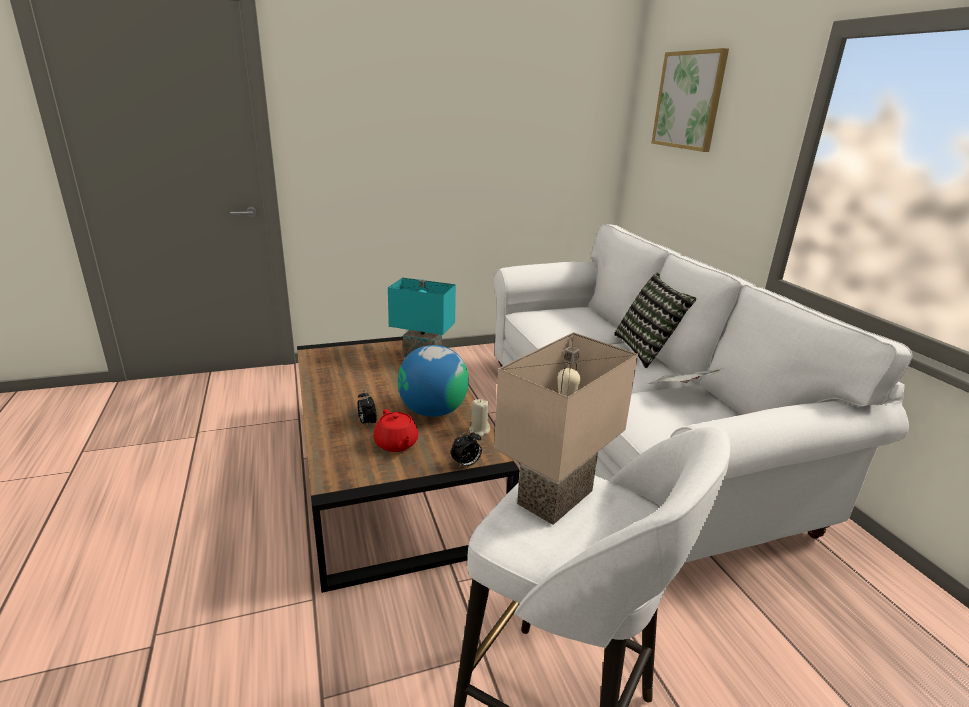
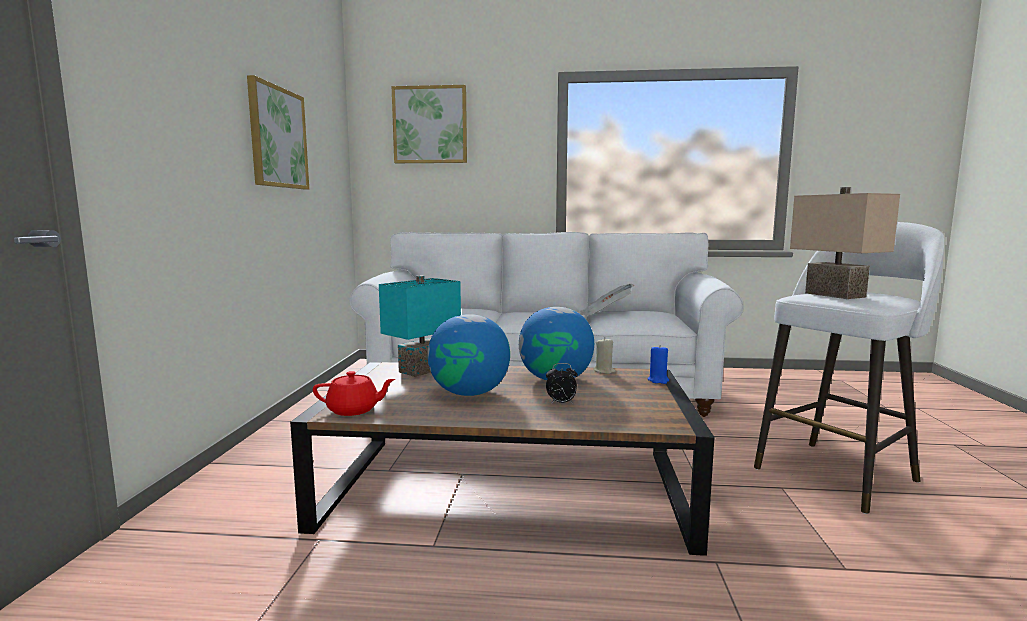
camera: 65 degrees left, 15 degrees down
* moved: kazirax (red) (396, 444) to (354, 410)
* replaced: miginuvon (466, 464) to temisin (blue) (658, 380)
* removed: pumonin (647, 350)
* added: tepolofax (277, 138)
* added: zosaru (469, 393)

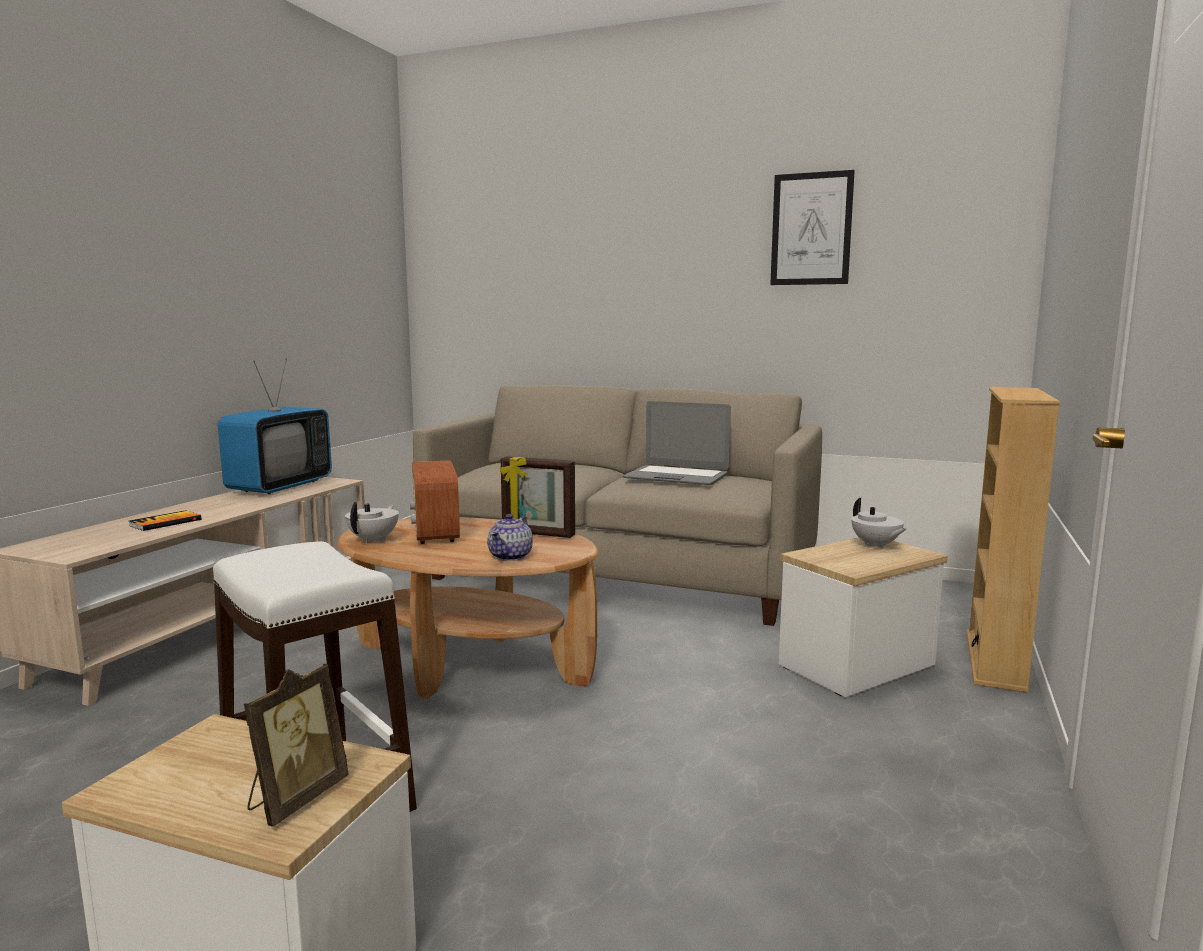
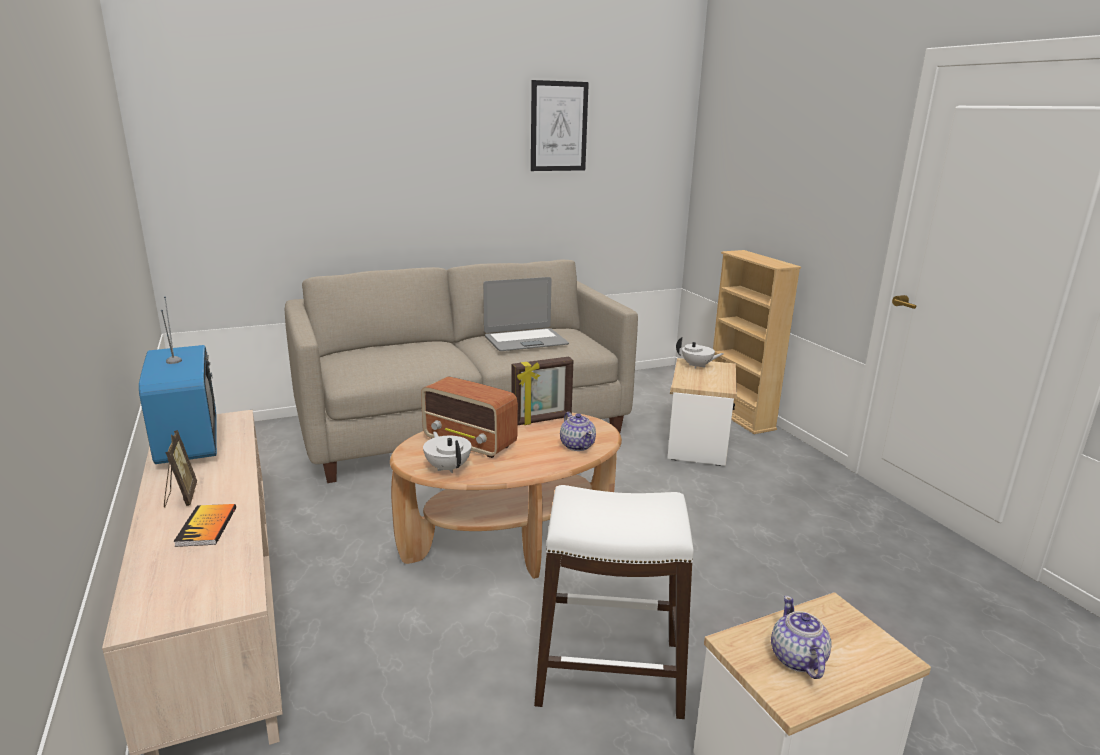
camera: 45 degrees left, 10 degrees up
* moved: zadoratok (295, 798) to (181, 497)
* added: kazirax (797, 659)

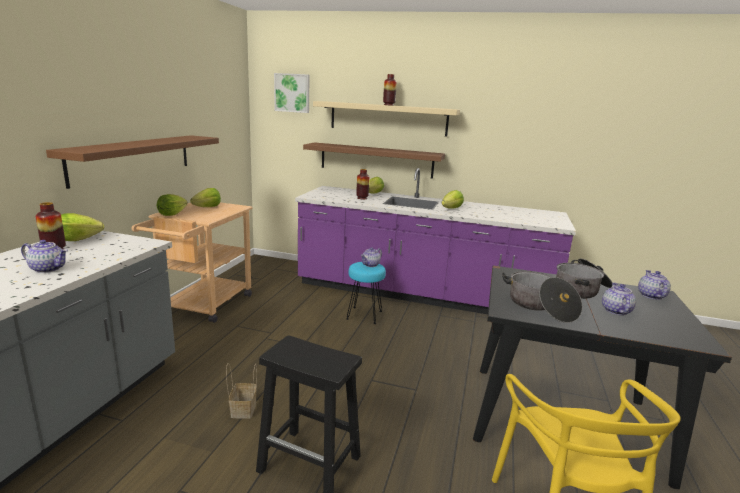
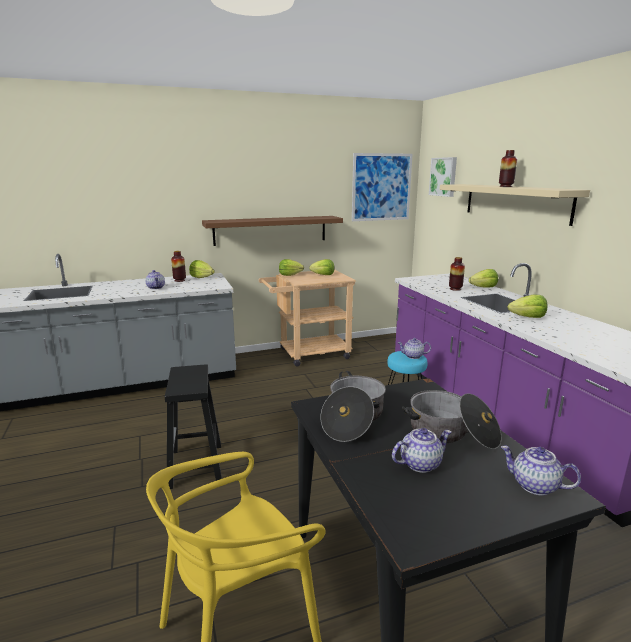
camera: 55 degrees right, 0 degrees up
* removed: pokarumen (243, 408)
* removed: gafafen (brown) (376, 160)
* turned: kazirax (650, 295) = (534, 485) 120 degrees counterclockwise
* added: tepolofax (381, 187)

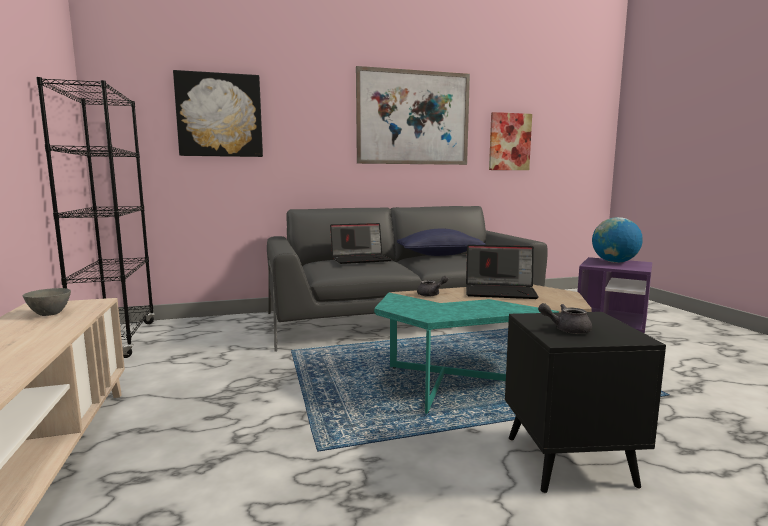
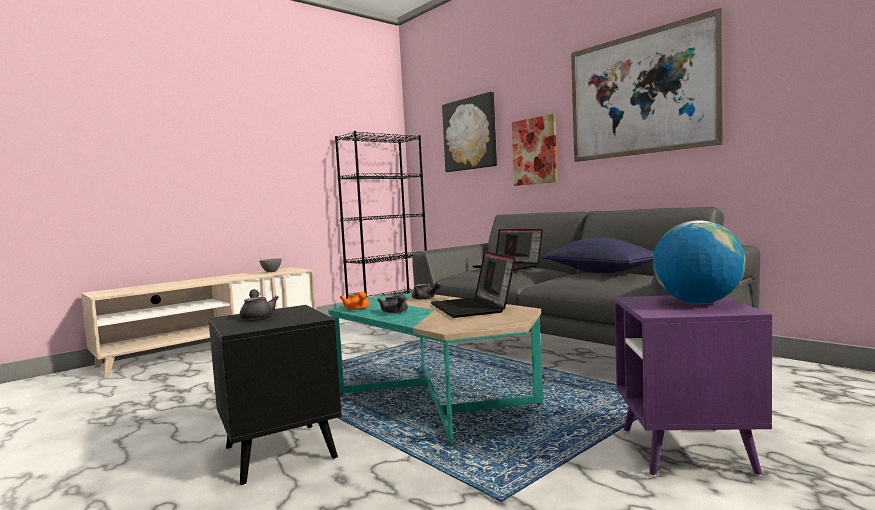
camera: 65 degrees right, 5 degrees down
* moved: tepolofax (509, 142) to (535, 151)
* added: kazirax (orange) (357, 309)
* added: kazirax (grey) (395, 312)

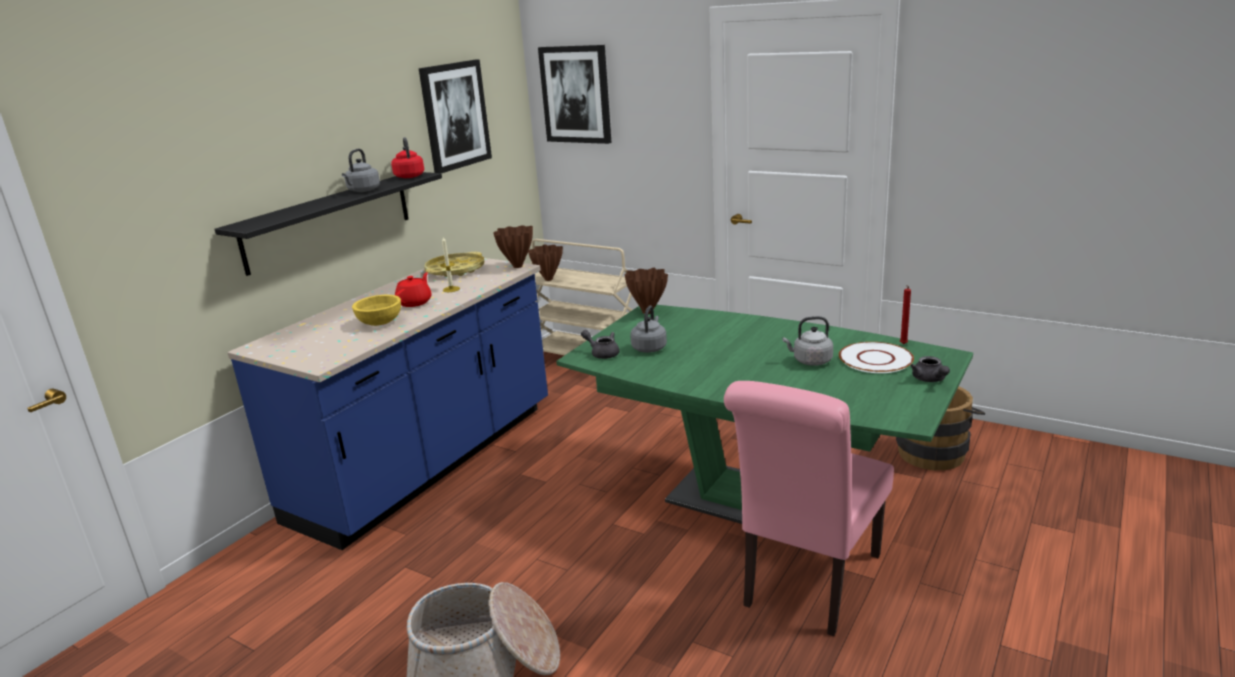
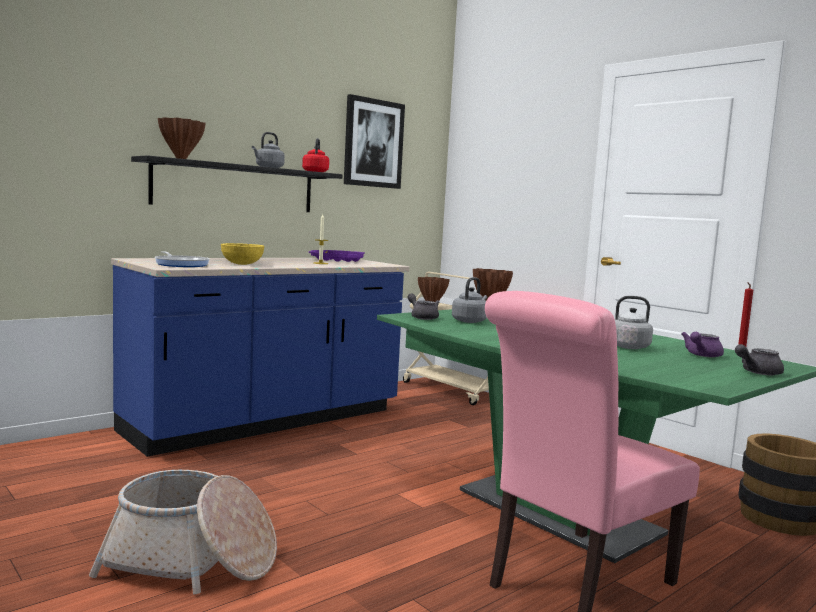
camera: 15 degrees right, 15 degrees down
* removed: kazirax (red) (415, 302)
* recoloured: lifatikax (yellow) (455, 270) to lifatikax (purple) (336, 260)
* moved: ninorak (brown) (517, 266) to (180, 159)
* removed: tepolofax (576, 94)
* replaced: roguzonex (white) (876, 359) to kazirax (purple) (701, 355)
* turned: kazirax (grey) (930, 380) = (756, 372) 60 degrees clockwise
* added: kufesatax (181, 264)

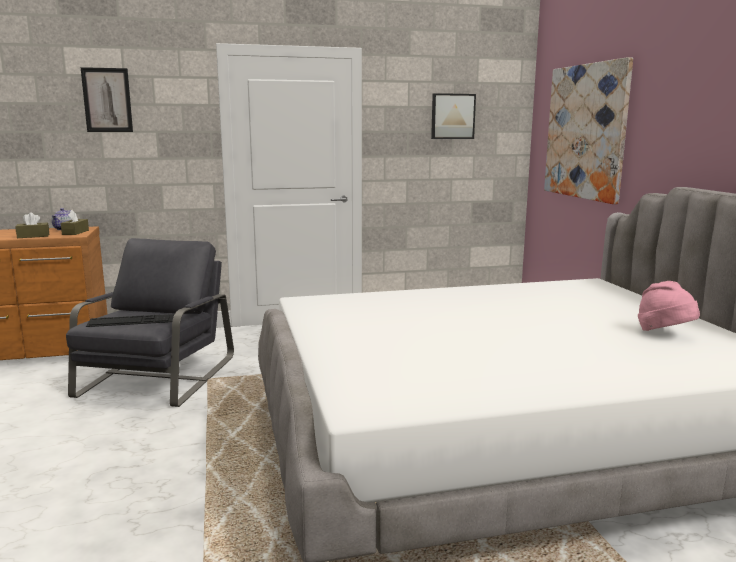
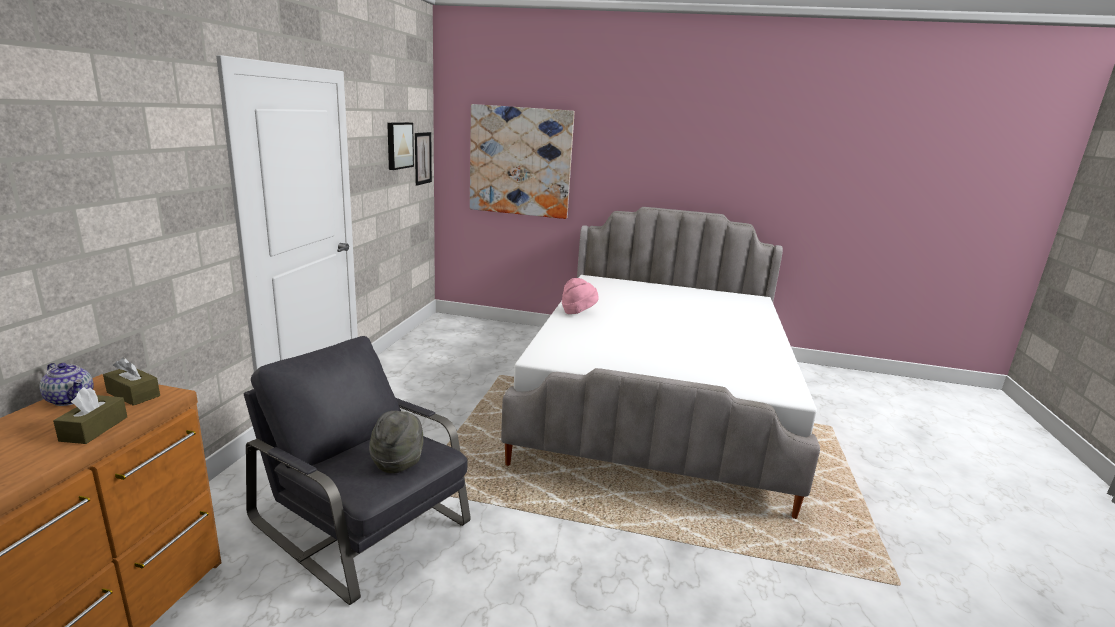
camera: 65 degrees left, 5 degrees up
* moved: tepolofax (107, 100) to (422, 158)
* replaced: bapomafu (131, 321) to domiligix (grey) (397, 461)
* moved: domiligix (pink) (665, 334) to (578, 312)

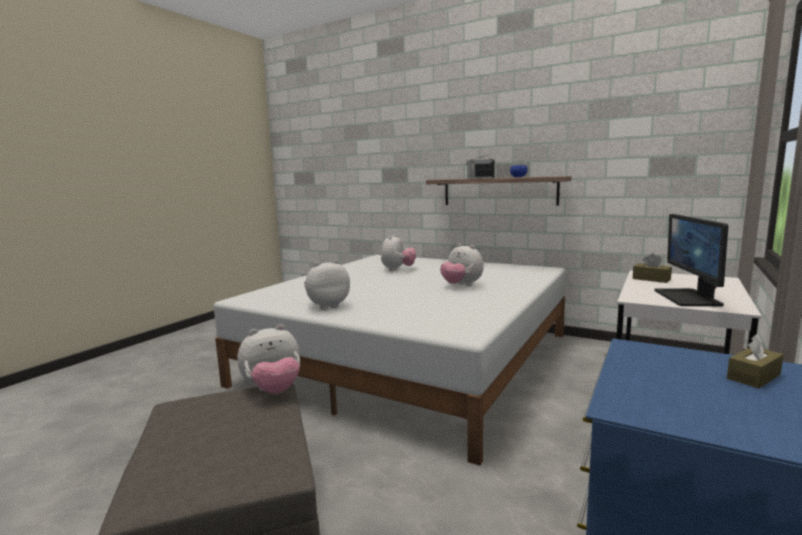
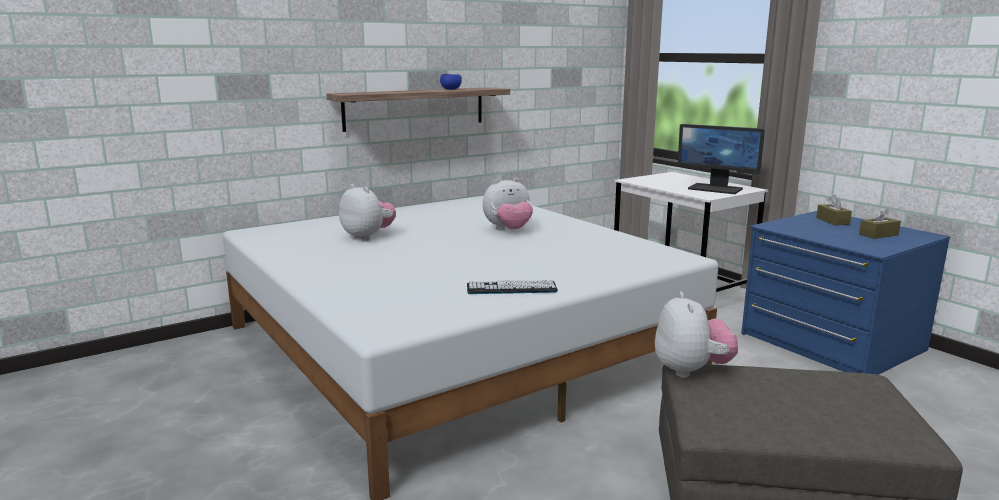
camera: 65 degrees left, 5 degrees up
* replaced: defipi (327, 306) to bapomafu (511, 288)
* removed: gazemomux (480, 178)
* moved: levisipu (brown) (651, 279) to (878, 235)

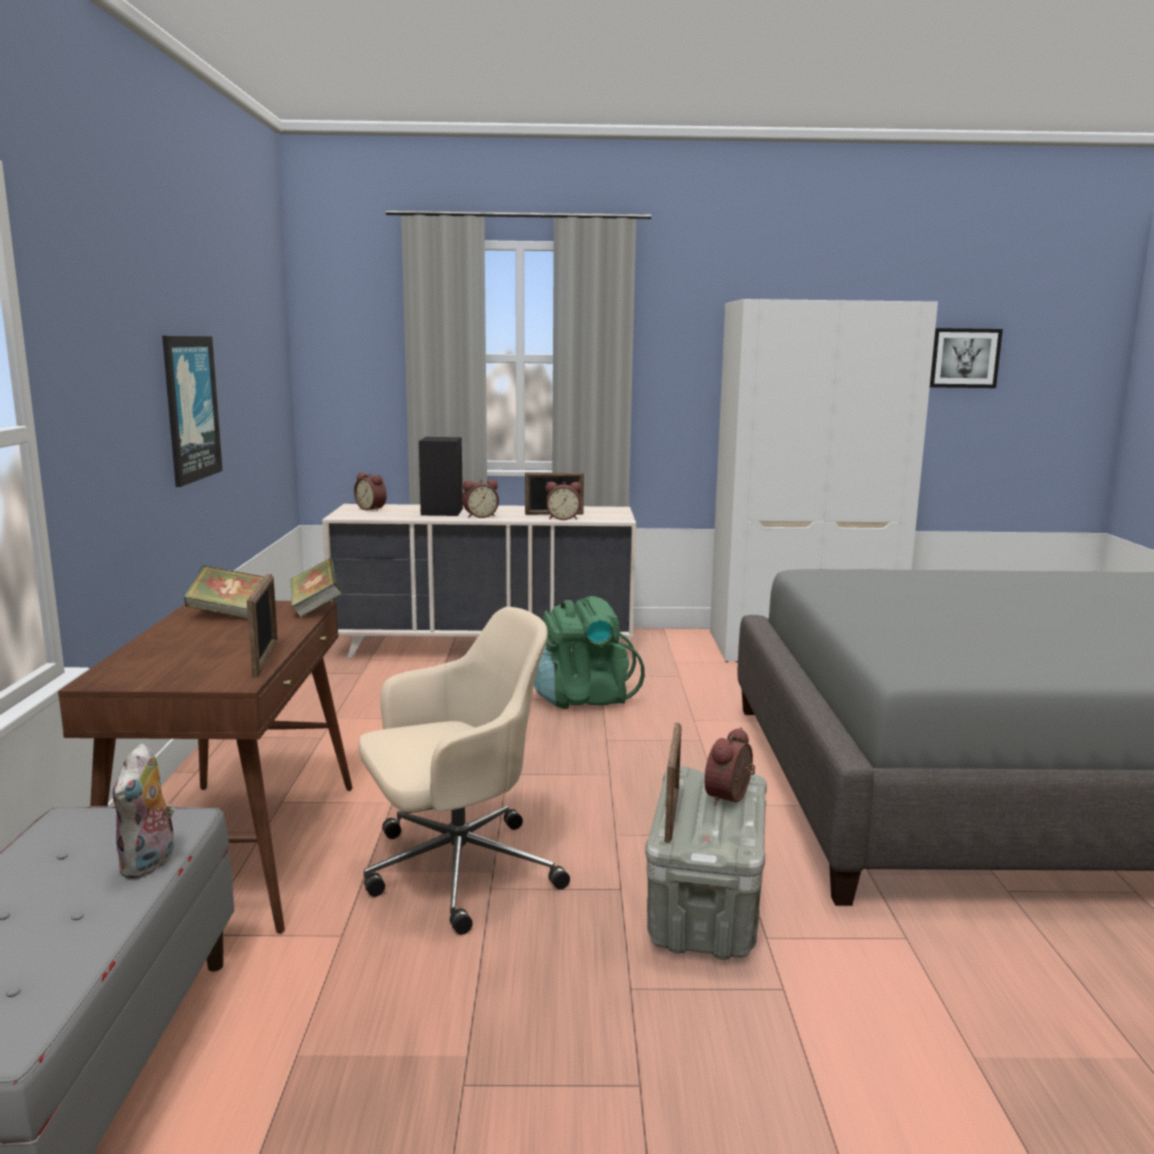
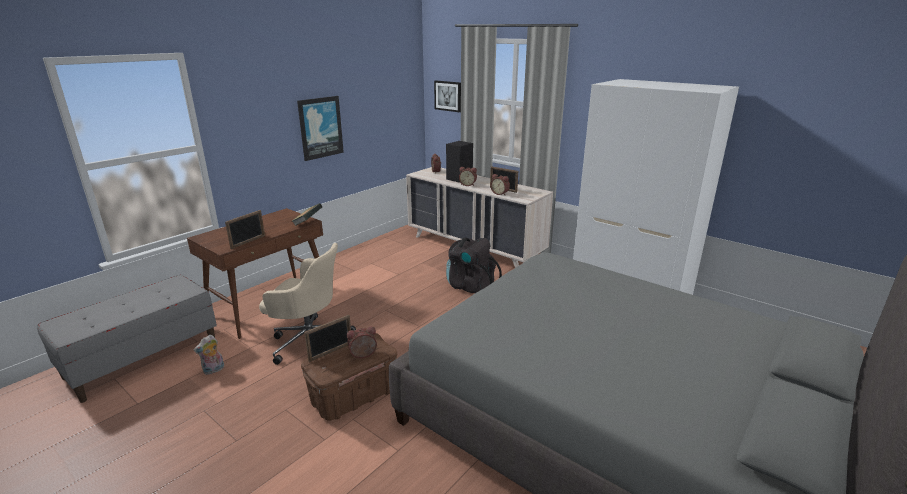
camera: 40 degrees right, 10 degrees up
* moved: defipi (150, 864) to (213, 370)
* removed: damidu (230, 614)
* recoloured: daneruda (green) (582, 698) to daneruda (black) (470, 286)
* recoloured: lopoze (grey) (704, 908) to lopoze (brown) (354, 396)
* moved: tepolofax (964, 358) to (448, 96)

